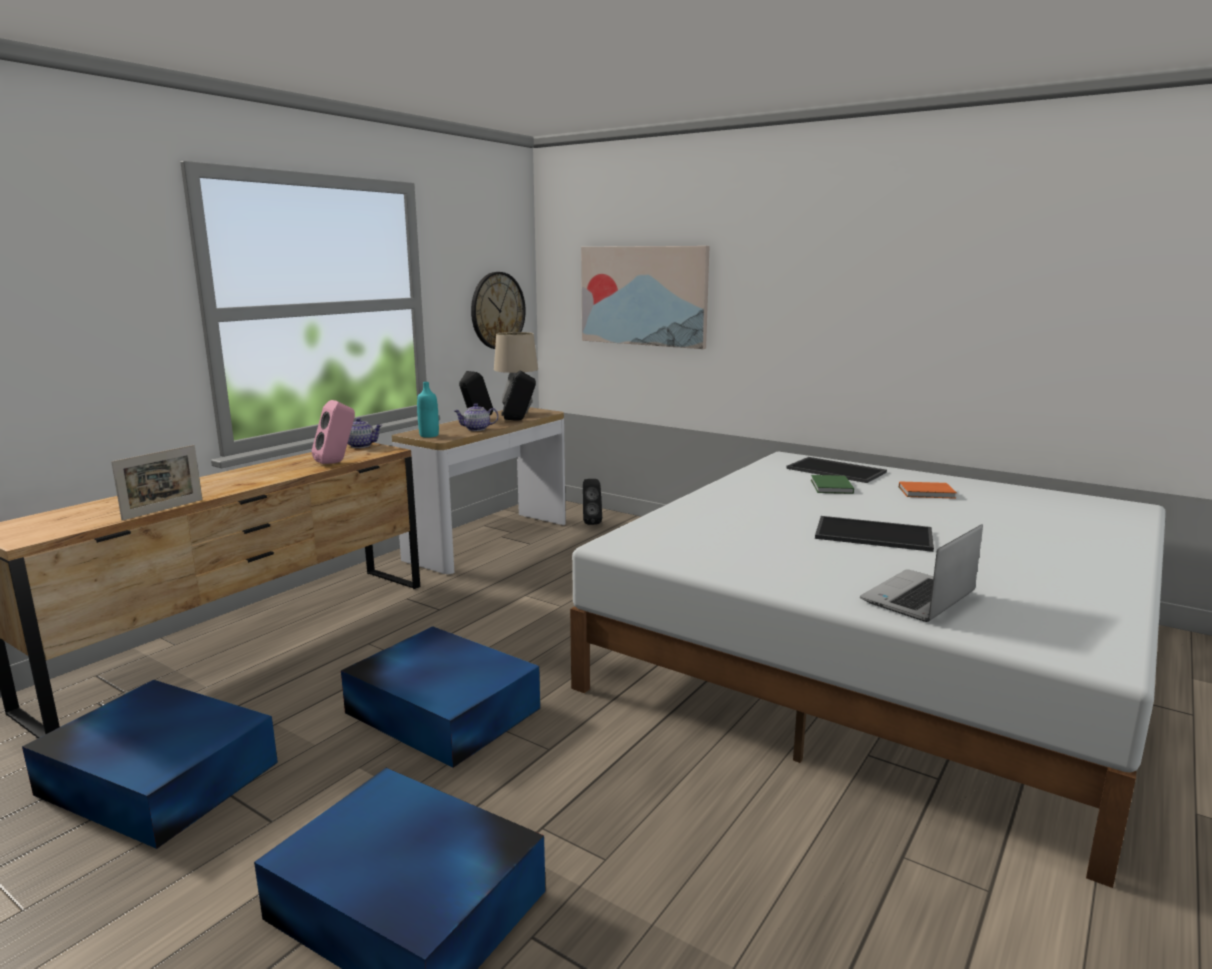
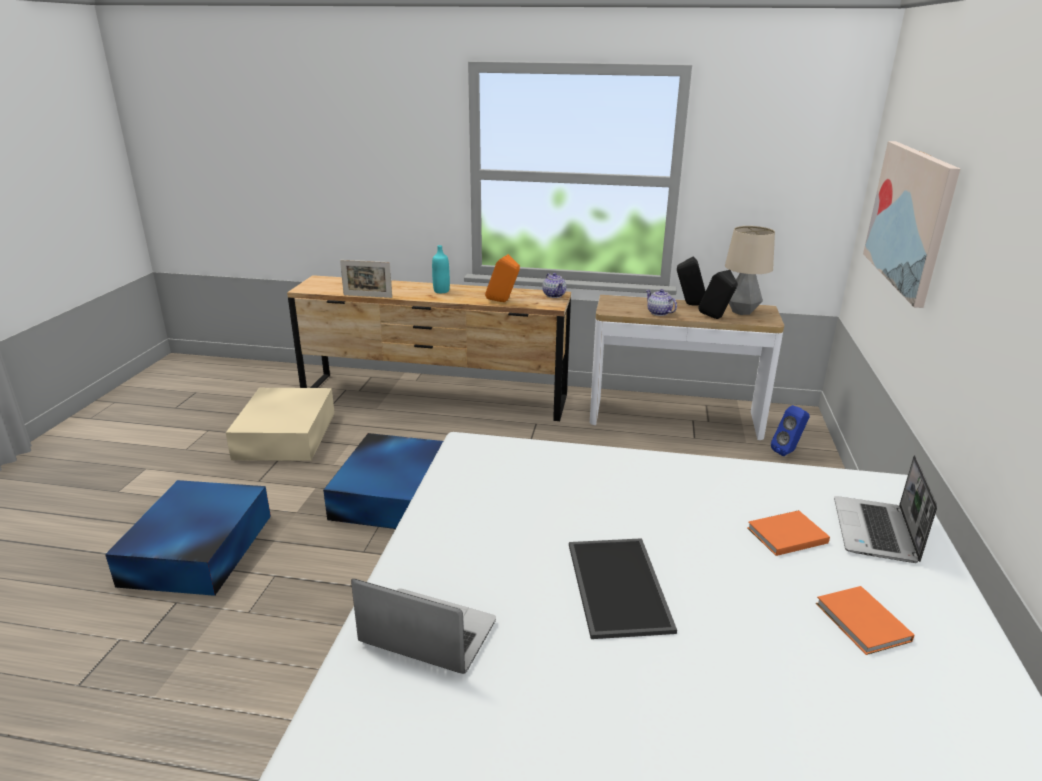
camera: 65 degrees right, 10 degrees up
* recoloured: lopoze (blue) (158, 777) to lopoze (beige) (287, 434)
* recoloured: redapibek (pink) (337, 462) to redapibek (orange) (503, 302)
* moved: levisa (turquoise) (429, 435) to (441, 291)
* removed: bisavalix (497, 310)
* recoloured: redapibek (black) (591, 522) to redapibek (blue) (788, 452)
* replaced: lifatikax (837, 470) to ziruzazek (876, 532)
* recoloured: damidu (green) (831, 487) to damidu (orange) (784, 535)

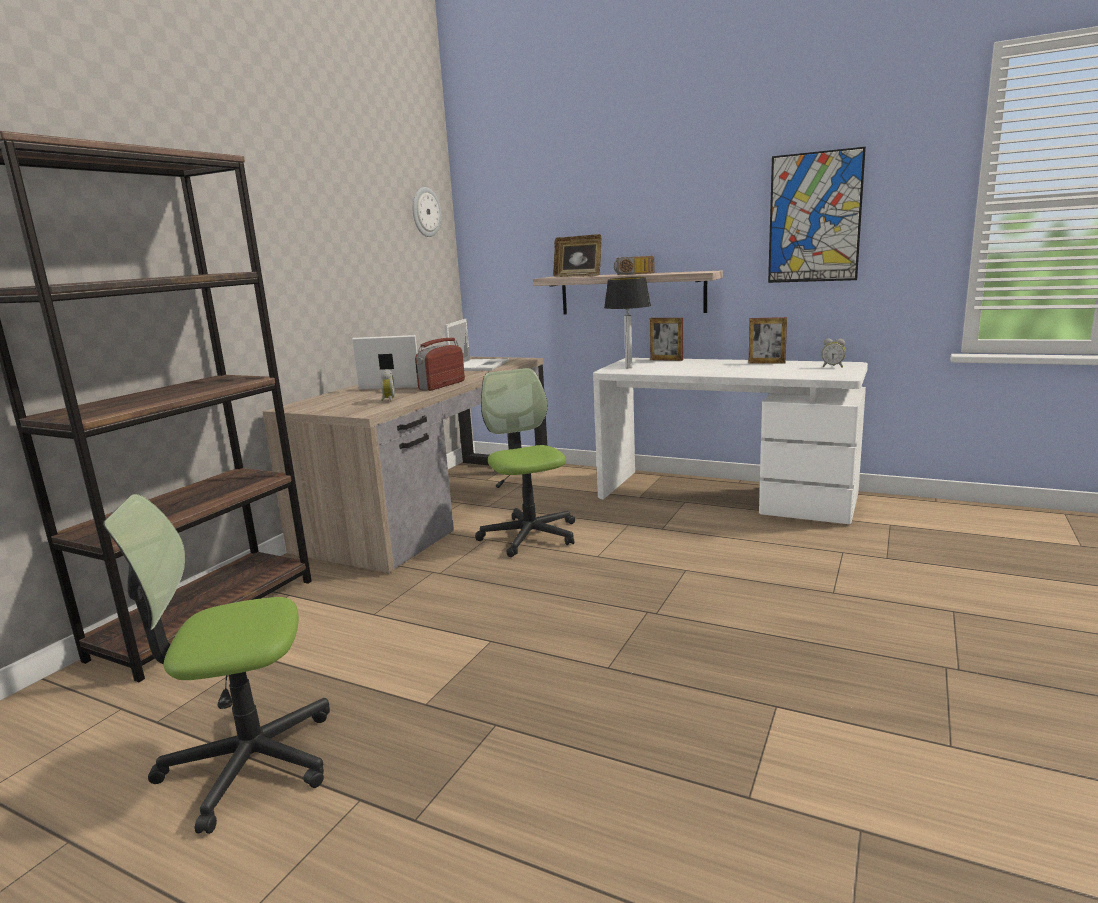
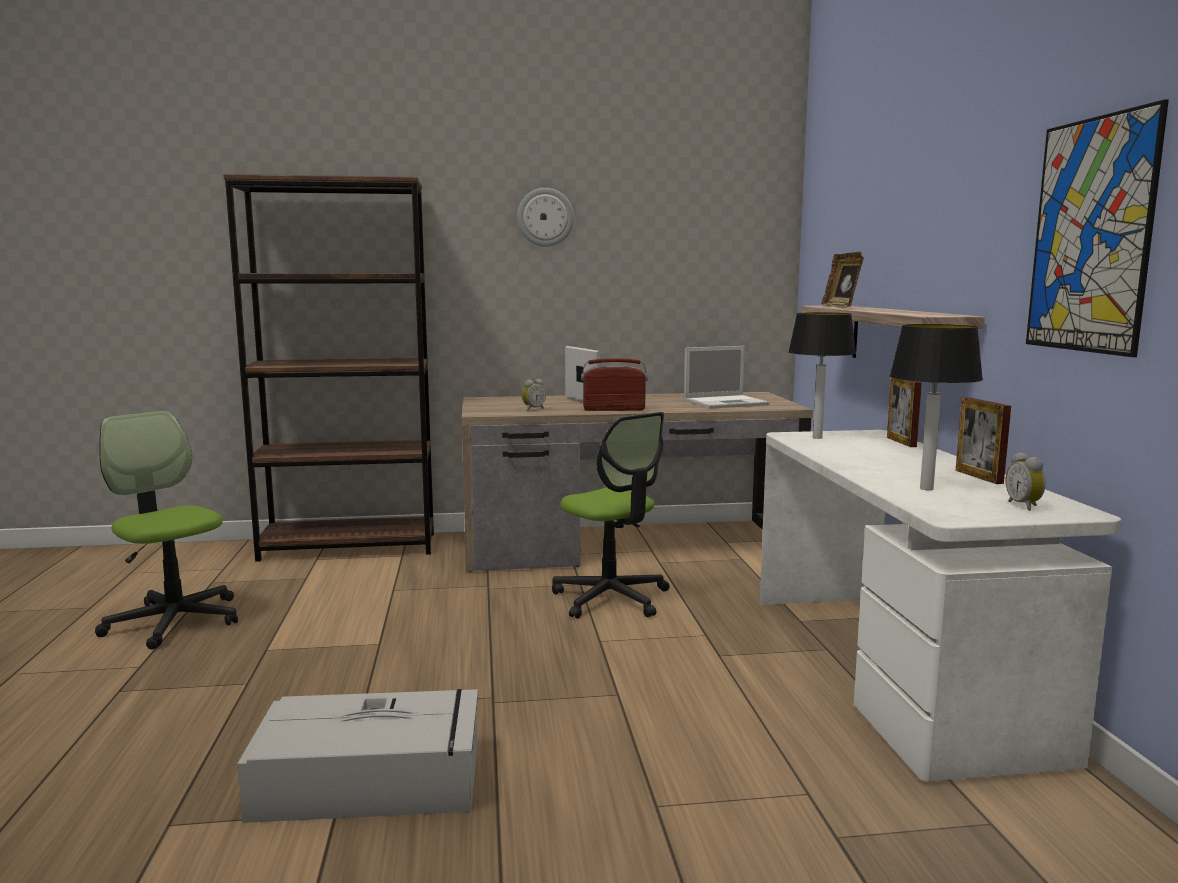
camera: 55 degrees right, 5 degrees down
* moved: bisavalix (425, 212) to (545, 217)
* turned: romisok (529, 535) = (611, 598) 105 degrees clockwise
* removed: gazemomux (633, 274)
* added: lopoze (grey) (373, 780)
* added: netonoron (926, 488)

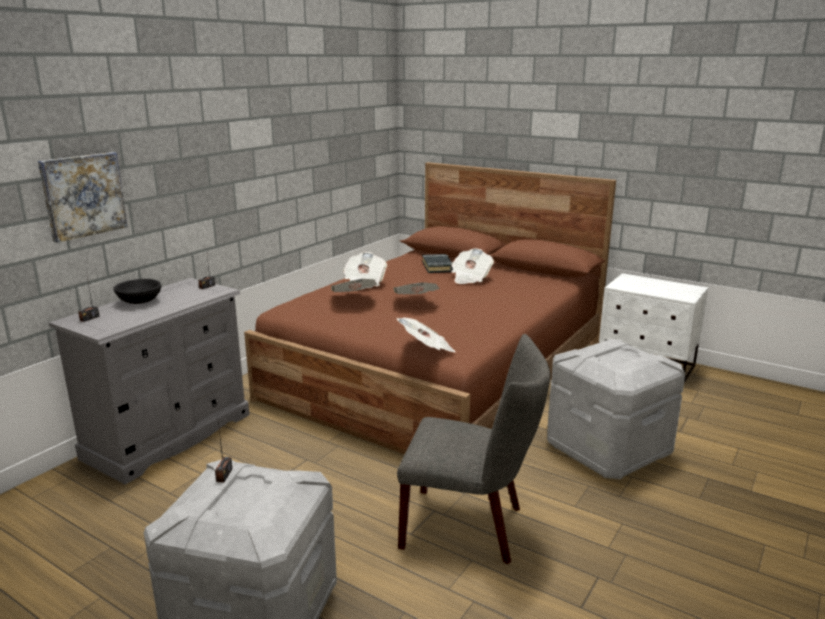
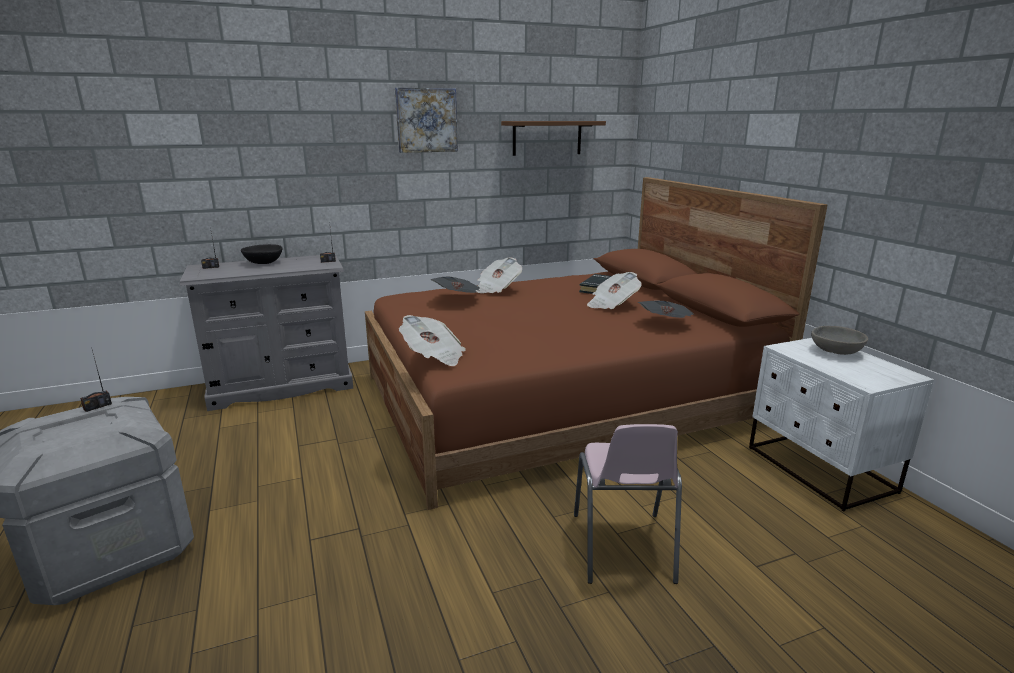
camera: 35 degrees right, 0 degrees up
* moved: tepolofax (83, 195) to (426, 120)
* moved: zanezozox (416, 301) to (665, 324)
* removed: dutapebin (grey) (470, 527)
* replaced: lopoze (grey) (607, 450) to dutapebin (pink) (622, 548)
* added: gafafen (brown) (547, 138)
* added: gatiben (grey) (835, 352)

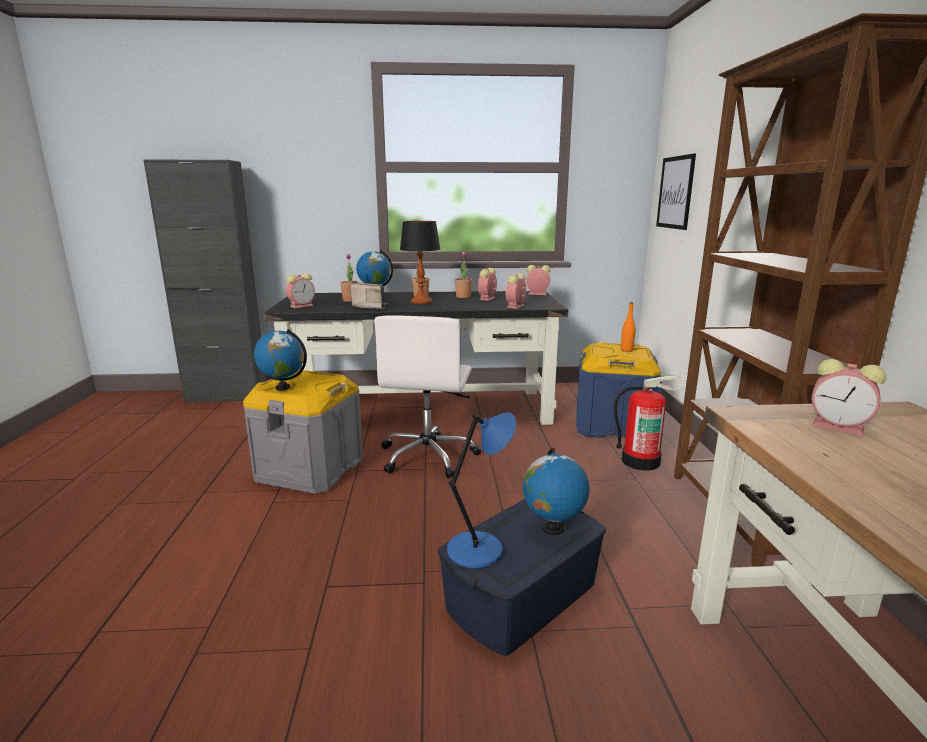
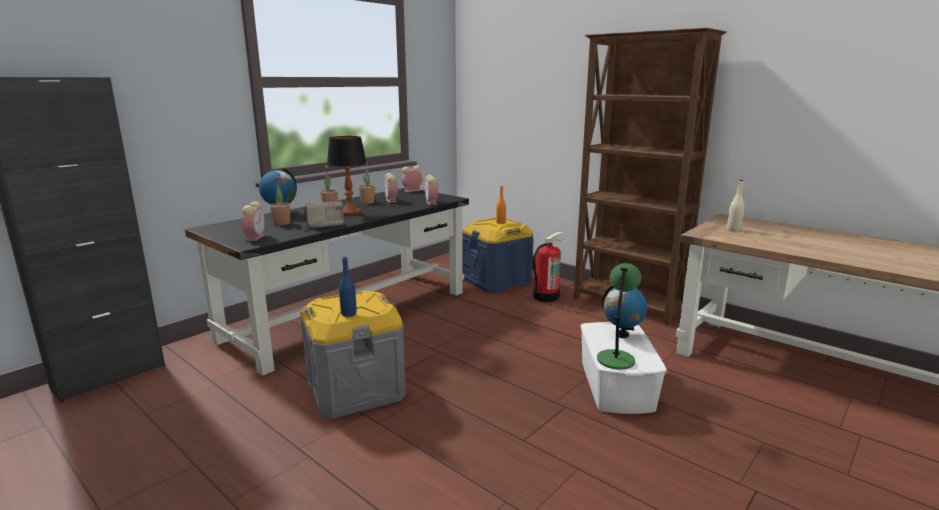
camera: 45 degrees left, 0 degrees up
* replaced: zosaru (283, 387) to levisa (blue) (348, 314)
* removed: romisok (white) (428, 456)
* recoloured: lopoze (blue) (521, 596) to lopoze (white) (615, 385)
* recoloured: netonoron (blue) (478, 549) to netonoron (green) (615, 359)
* removed: tepolofax (675, 192)
* replaced: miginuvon (840, 427) to levisa (beige) (733, 229)

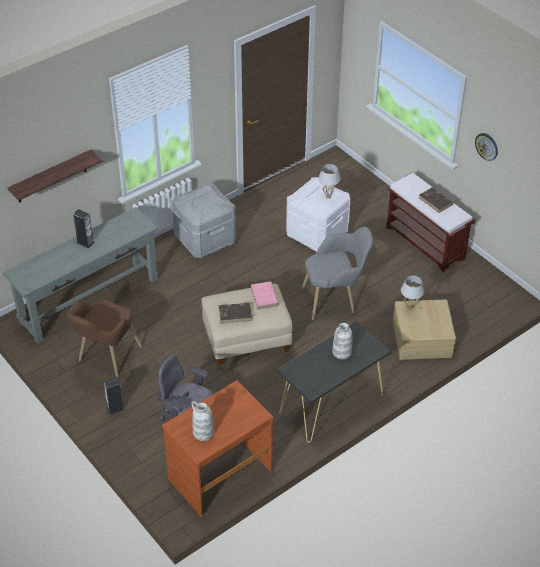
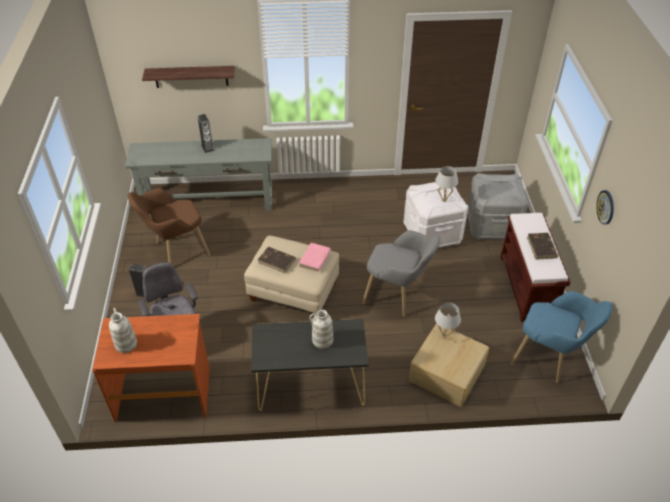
camera: 35 degrees right, 0 degrees up
* moved: lopoze (grey) (205, 239) to (492, 225)
* added: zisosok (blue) (549, 359)

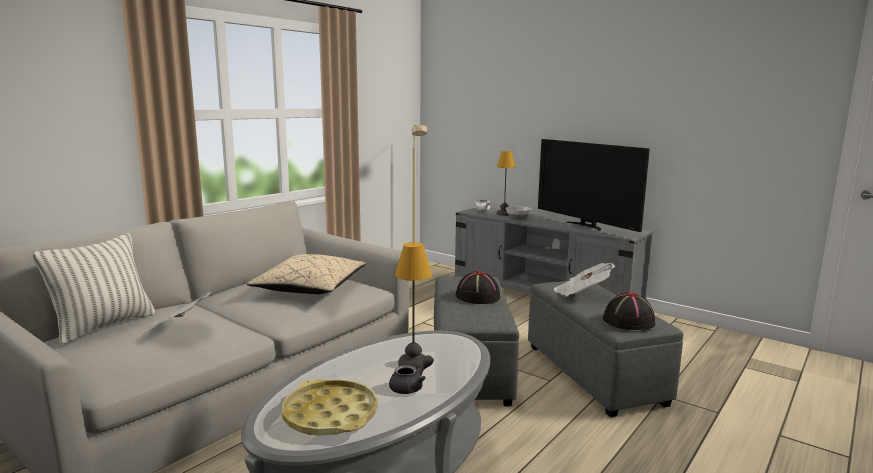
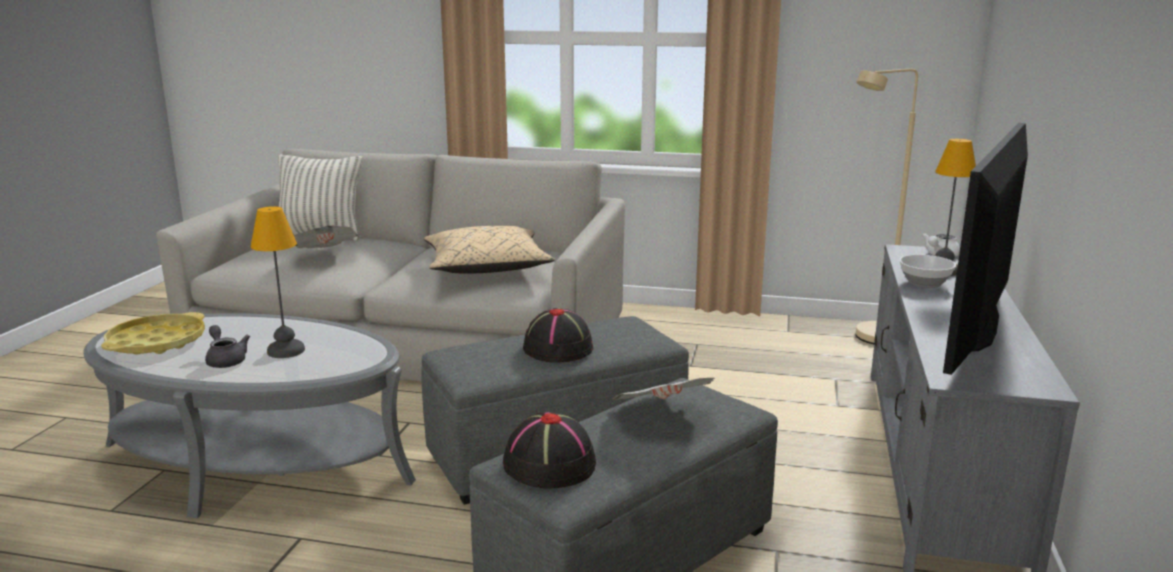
camera: 65 degrees right, 5 degrees up
* turned: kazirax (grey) (411, 386) = (226, 360) 150 degrees counterclockwise

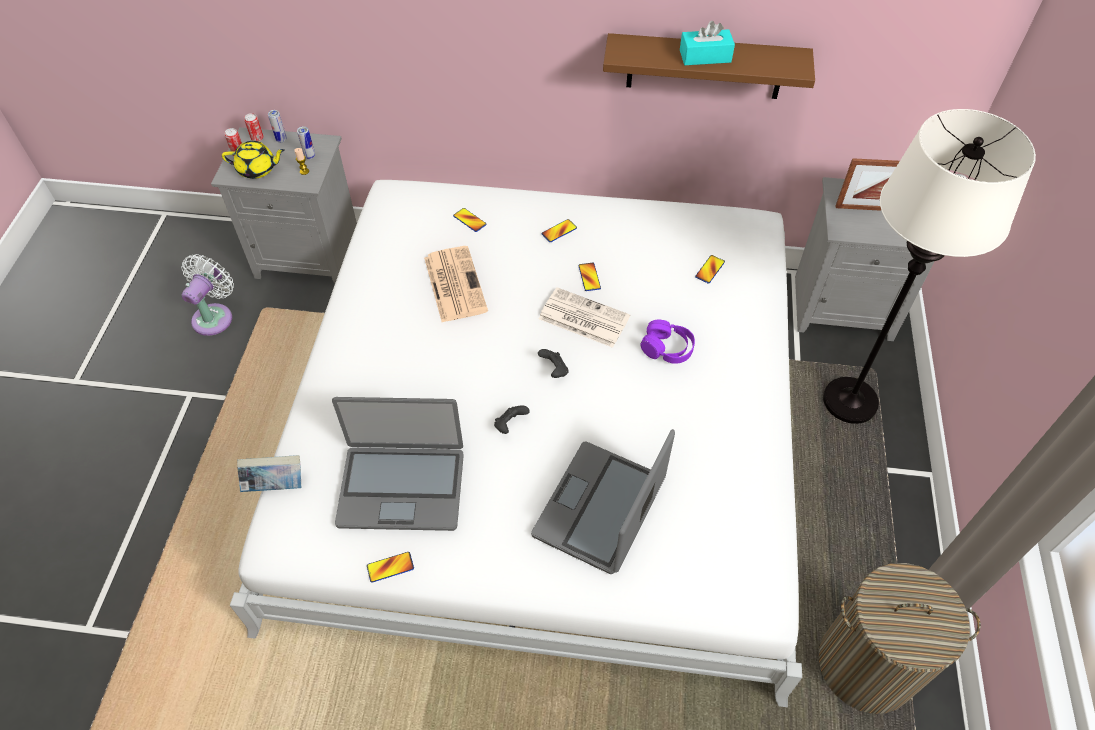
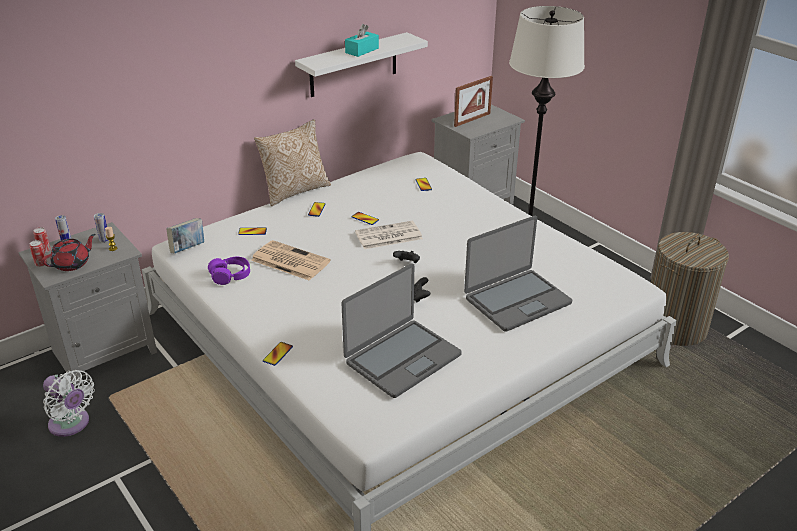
camera: 45 degrees left, 20 degrees down
* turned: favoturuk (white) (215, 316) = (71, 424) 150 degrees clockwise
* recoloured: kazirax (yellow) (258, 169) to kazirax (red) (72, 264)
* moved: damidu (276, 485) to (188, 249)
* moved: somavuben (390, 567) to (278, 354)
* turned: ziruzazek (600, 508) = (516, 300) 105 degrees counterclockwise
* recoloured: gafafen (brown) (705, 66) to gafafen (white) (353, 65)
* moved: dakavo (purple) (667, 348) to (230, 276)
* added: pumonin (294, 191)

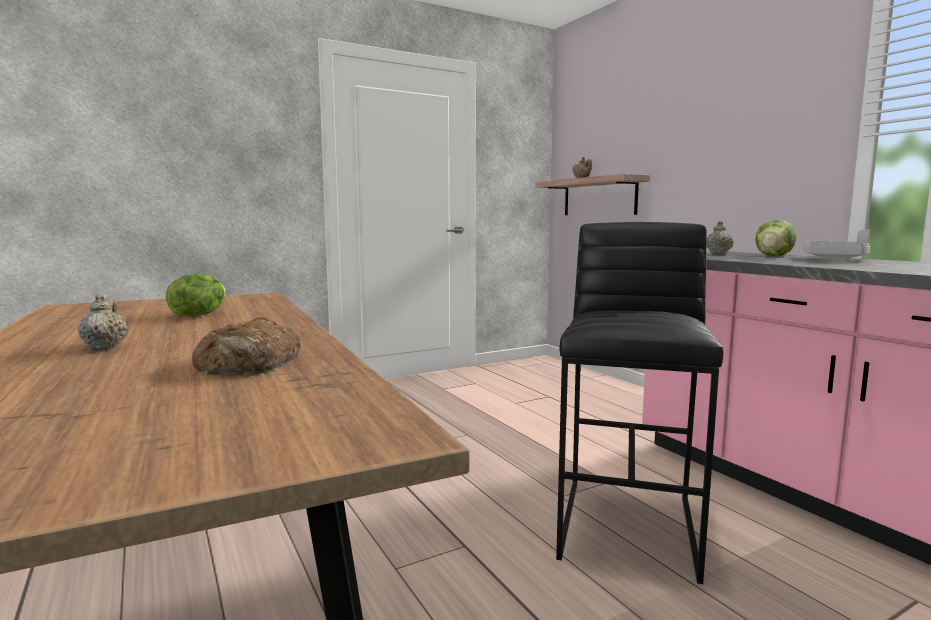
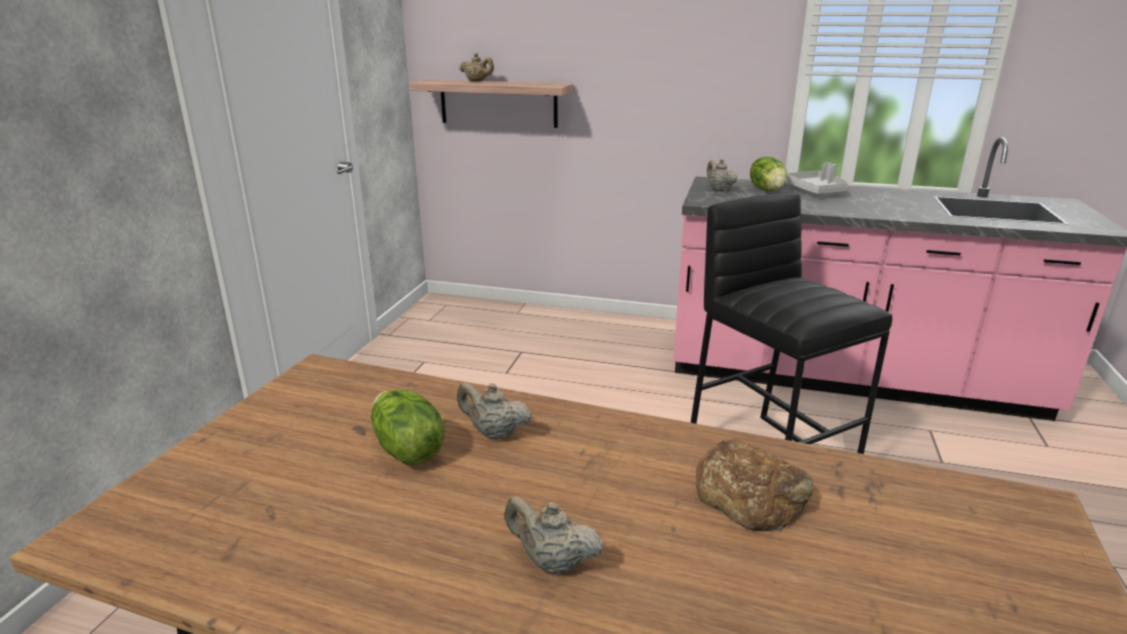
camera: 45 degrees left, 15 degrees up
* added: kazirax (beige) (493, 433)

